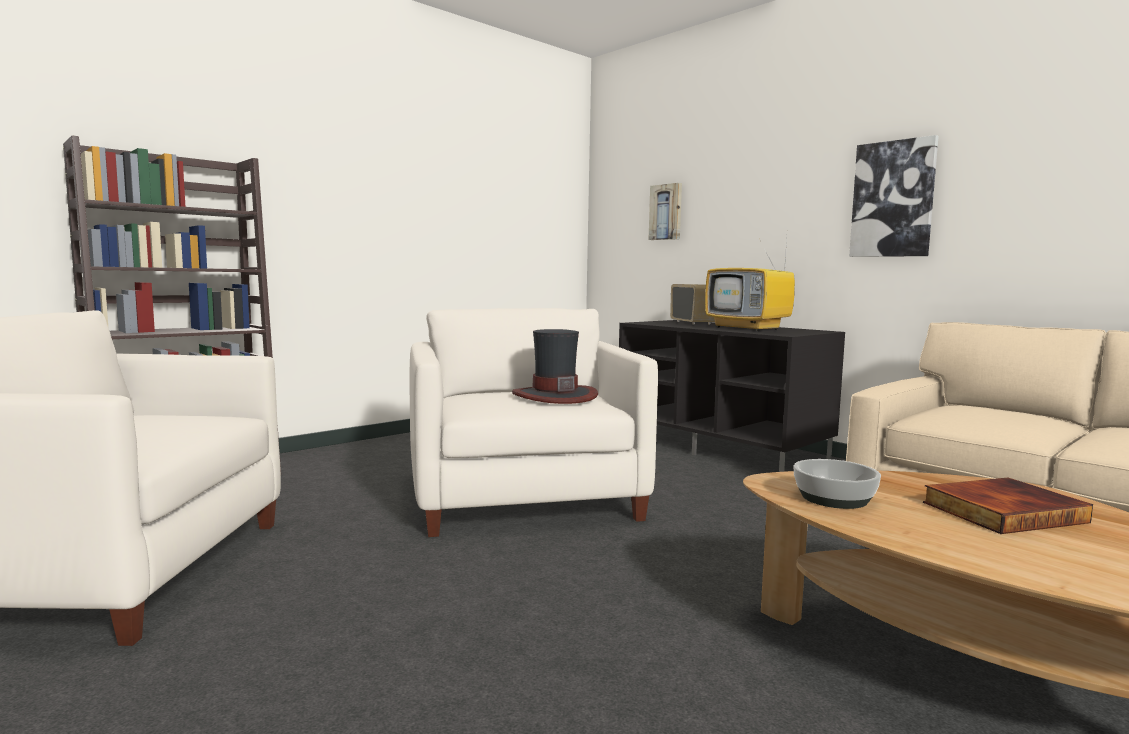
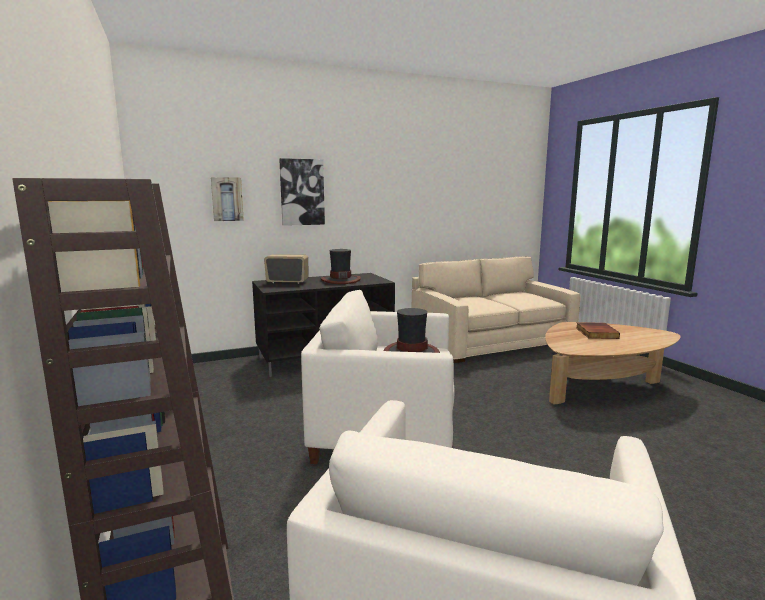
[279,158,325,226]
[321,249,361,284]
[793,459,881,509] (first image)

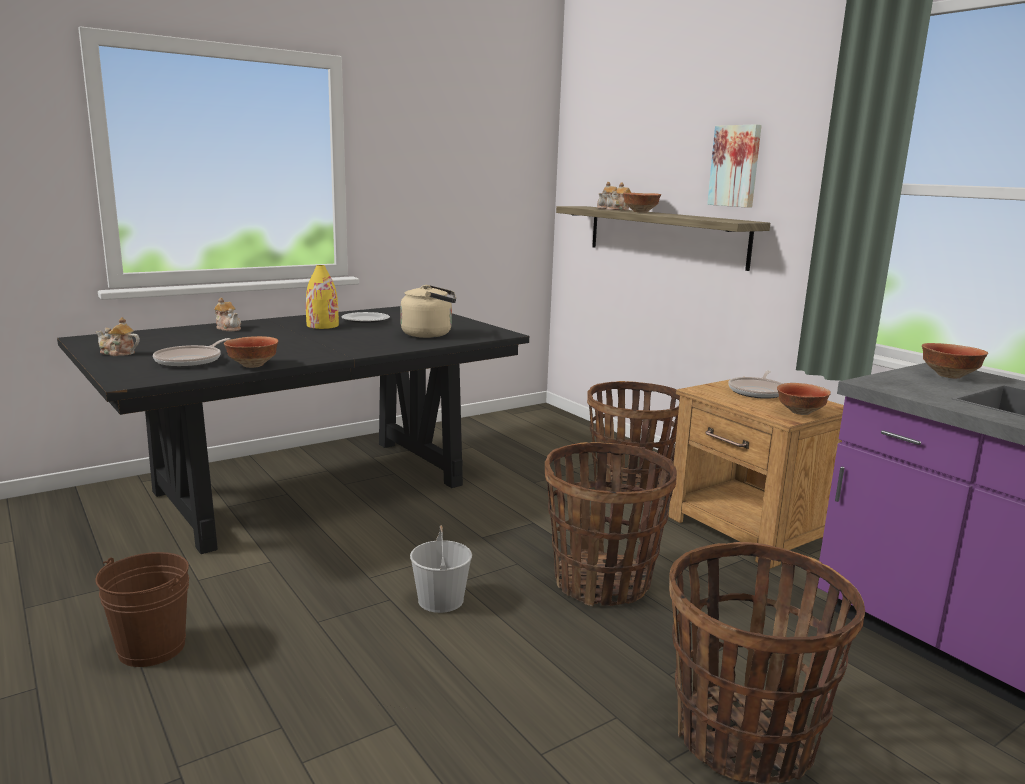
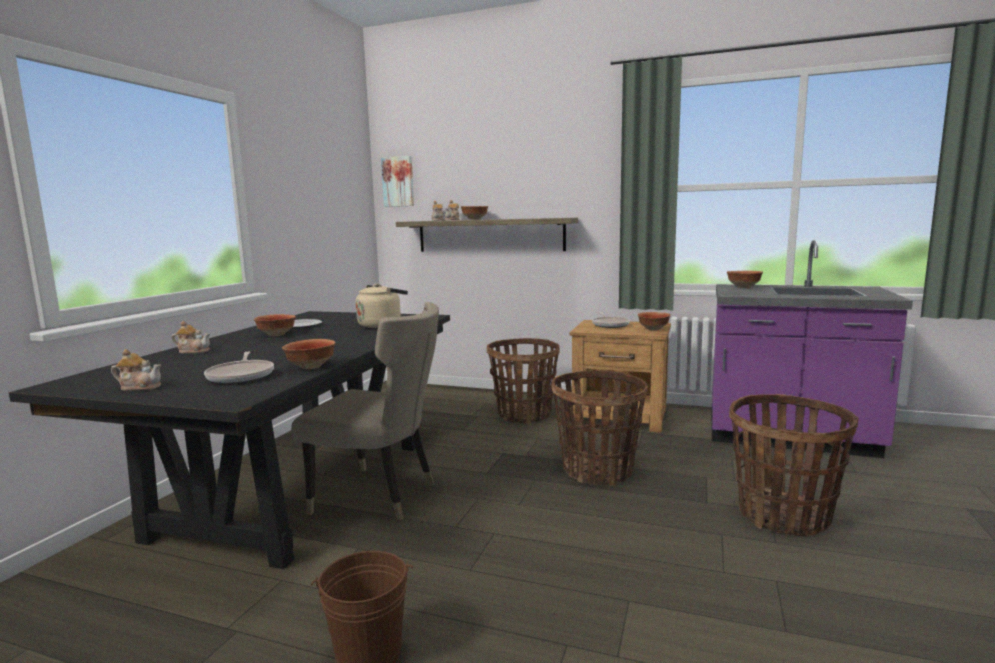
[111,349,161,391]
[254,314,296,336]
[291,302,439,520]
[381,156,414,207]
[410,525,472,613] (first image)

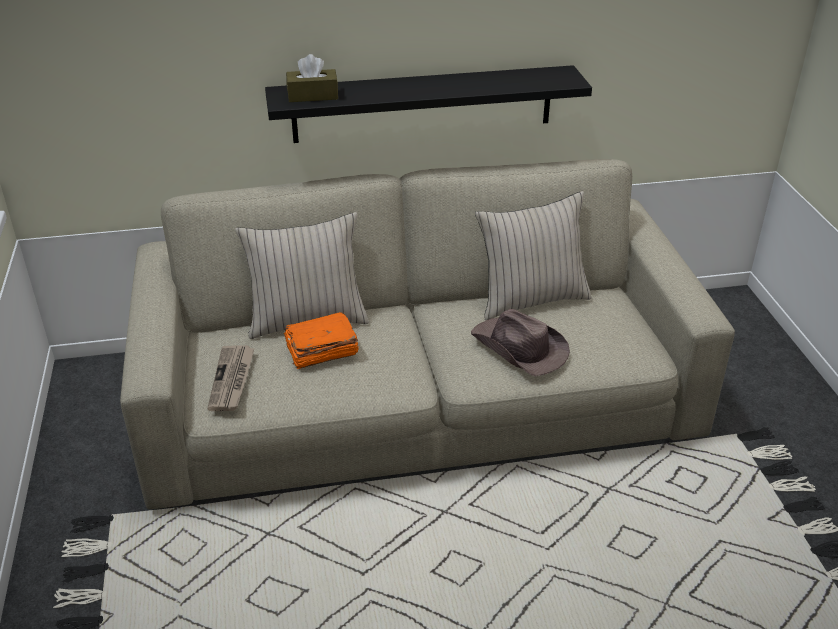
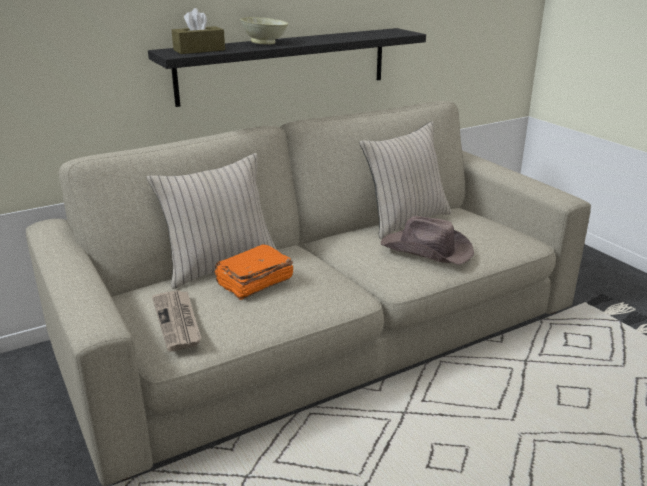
[240,17,288,45]

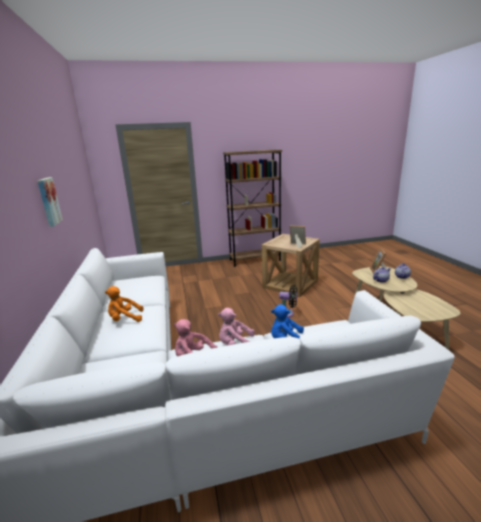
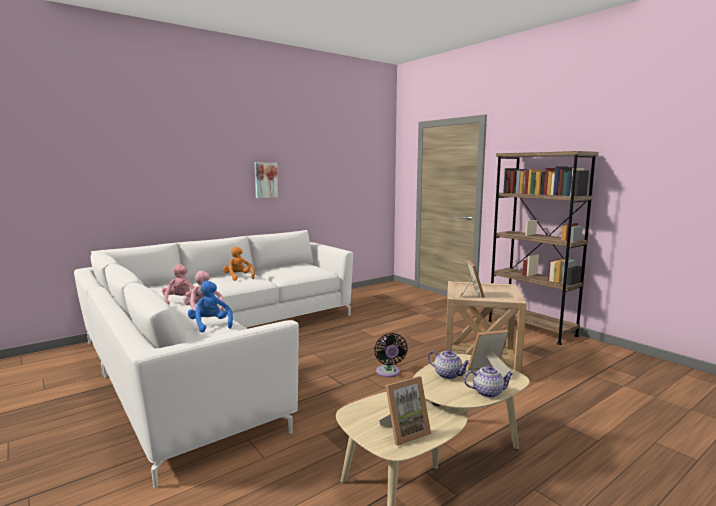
[379,376,431,446]

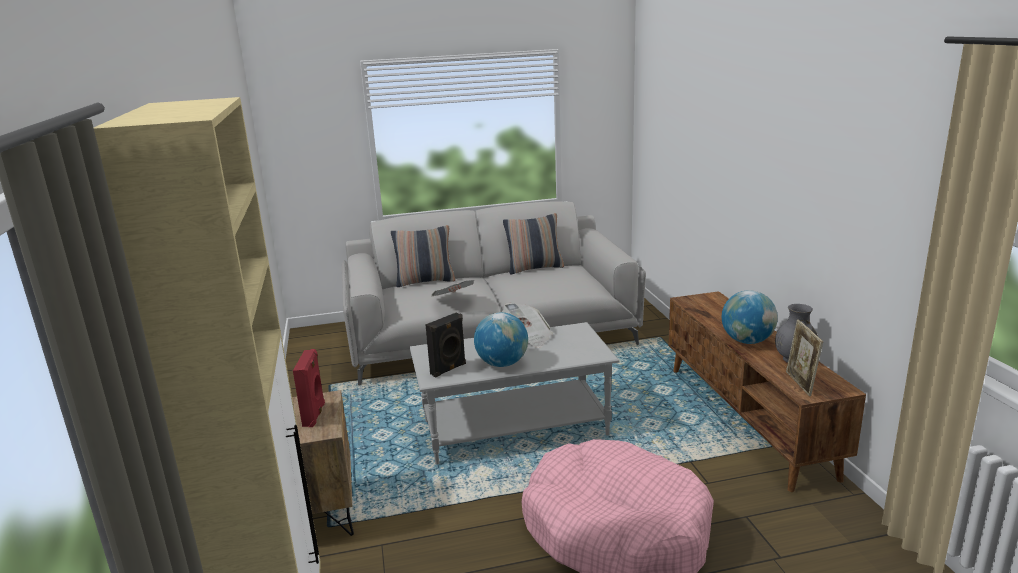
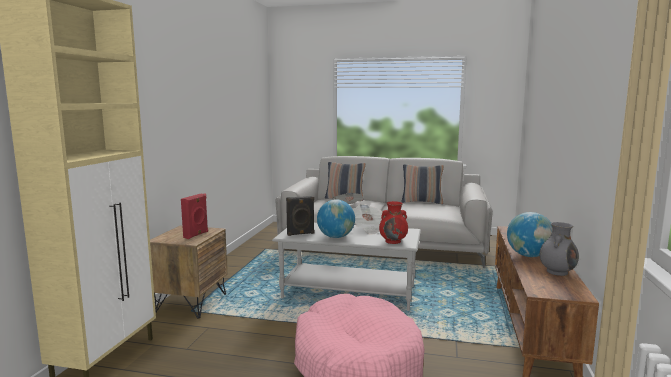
[379,201,408,244]
[786,319,823,396] (first image)

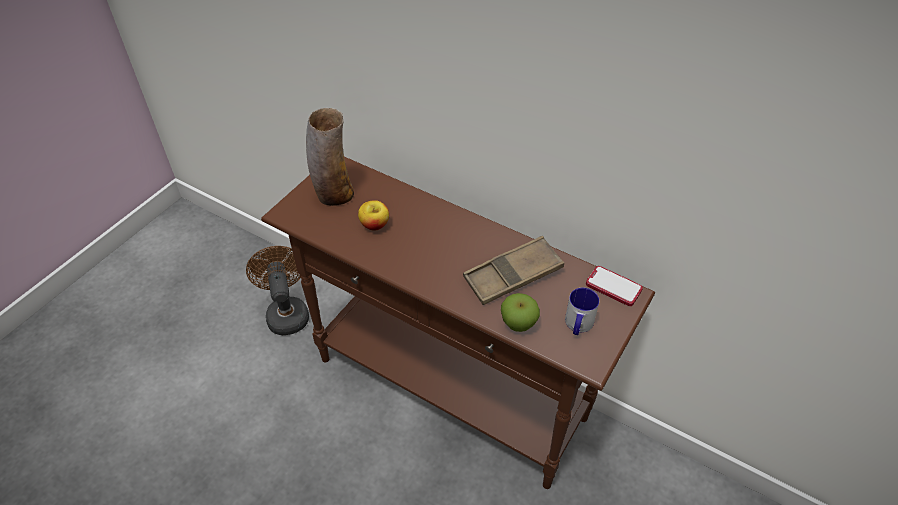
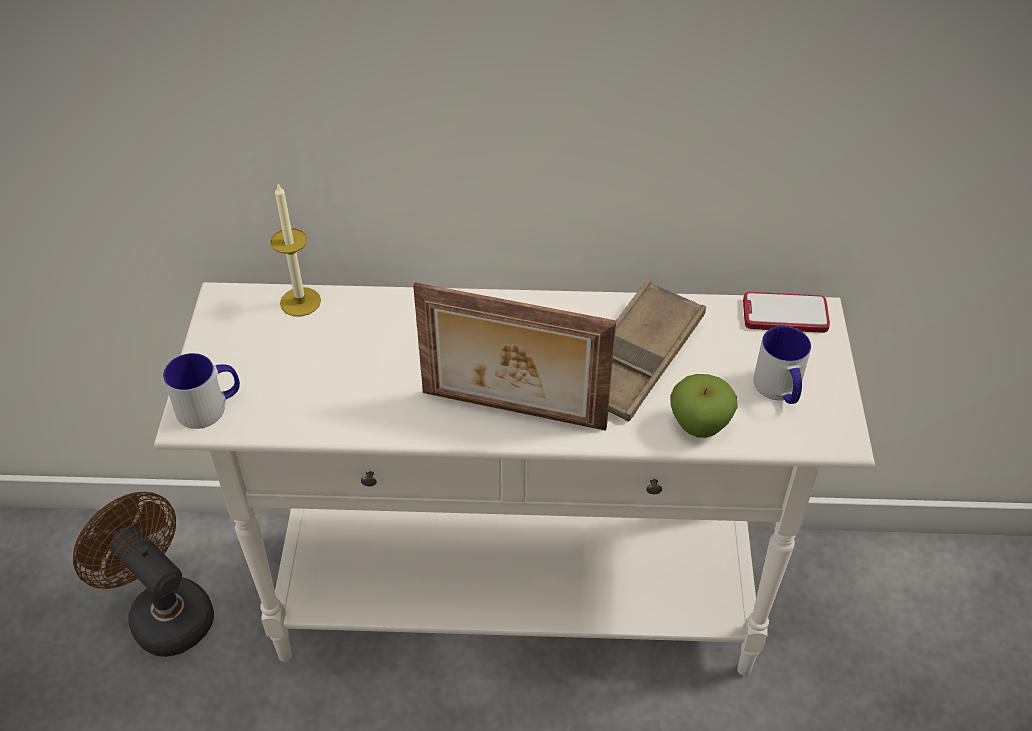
[154,282,875,676]
[163,353,240,429]
[271,184,321,317]
[413,282,616,431]
[306,108,354,206] (first image)
[358,200,389,231] (first image)

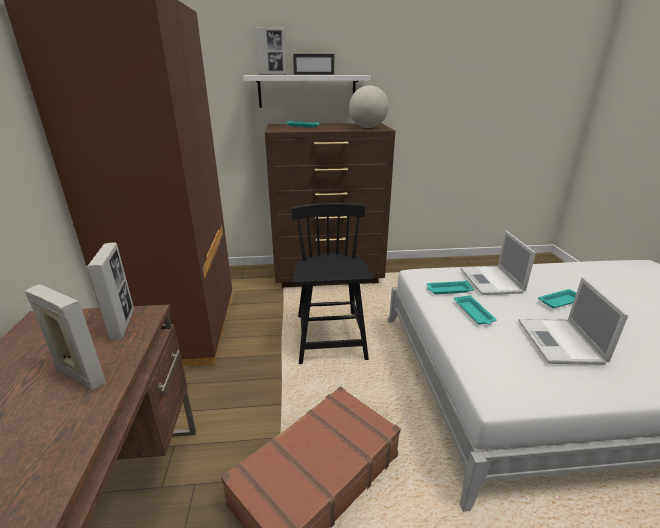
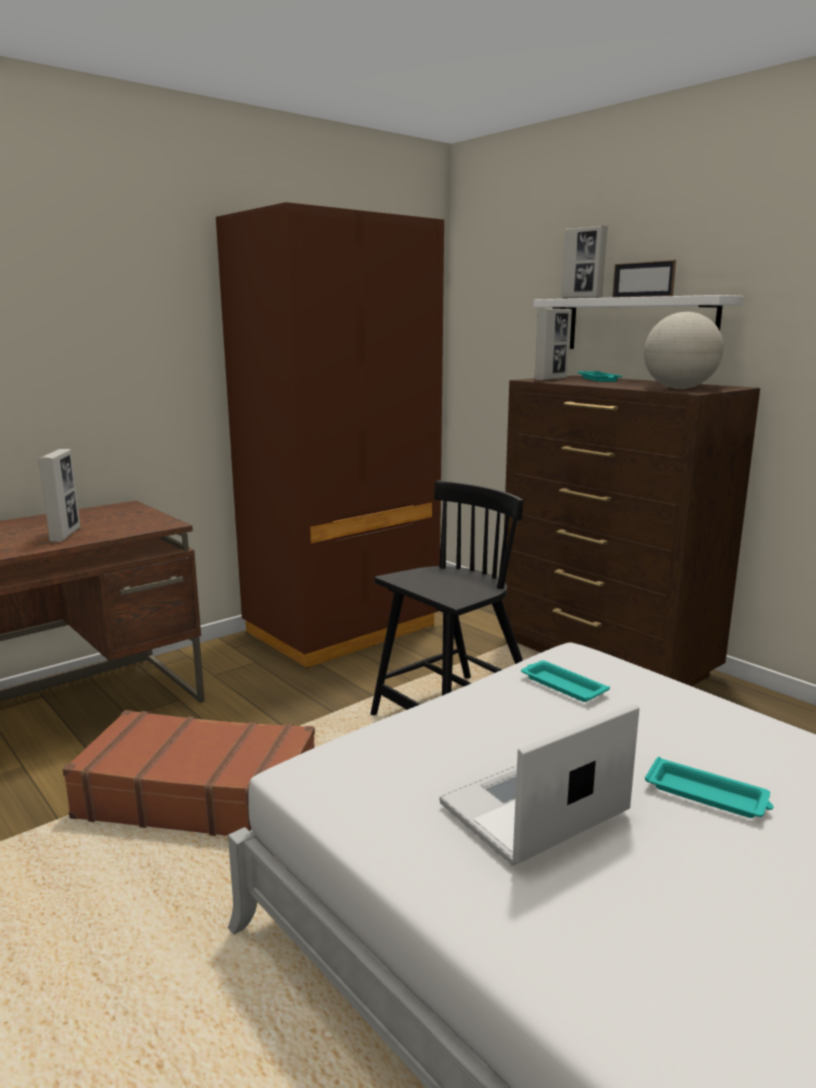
[534,308,571,381]
[454,295,497,325] (first image)
[460,231,536,295] (first image)

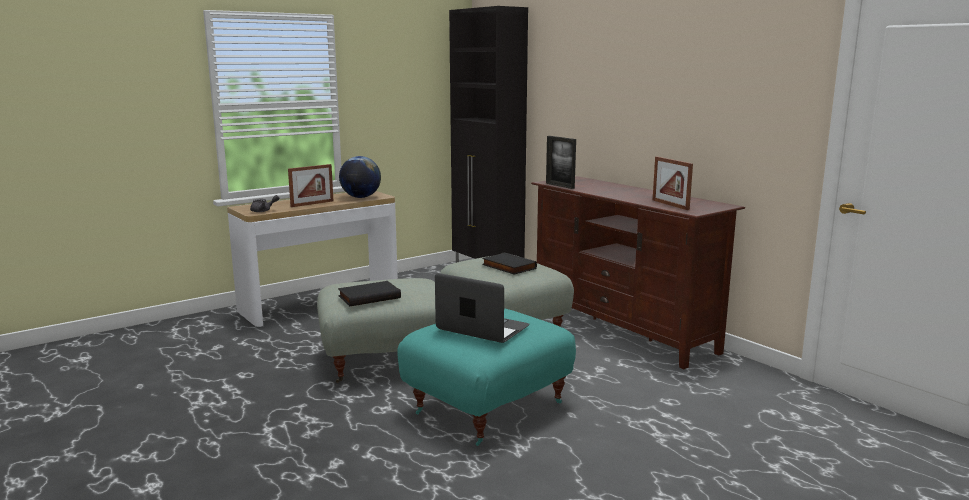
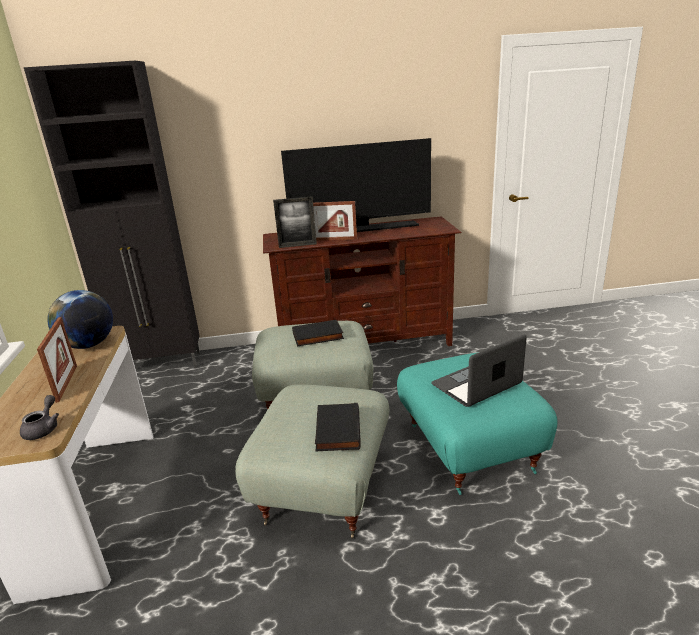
[281,138,431,232]
[313,201,357,241]

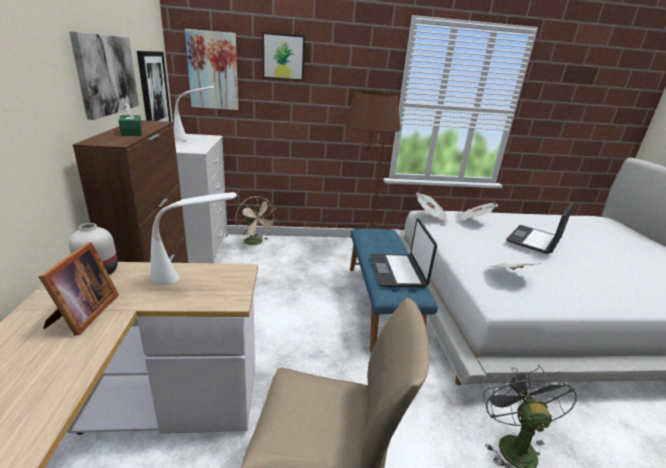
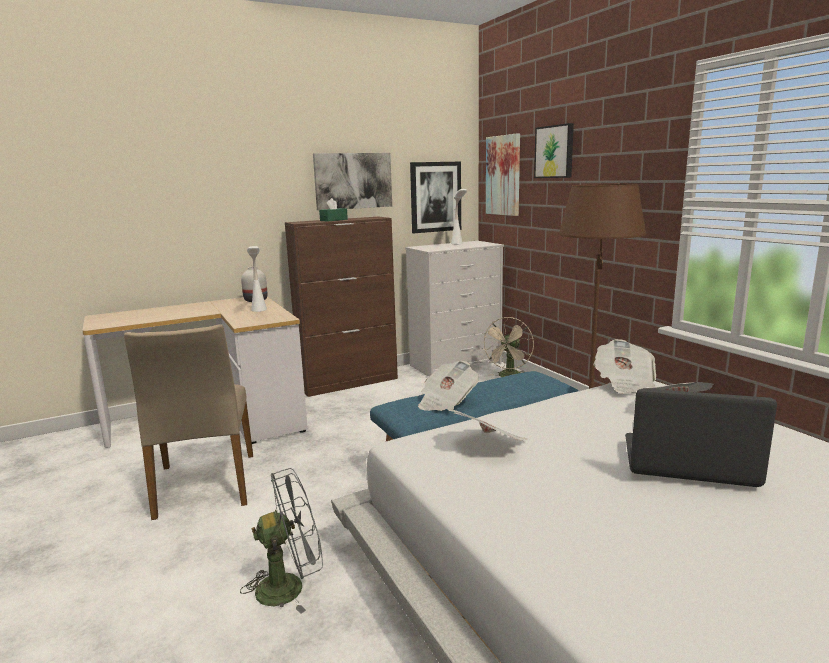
[418,361,479,411]
[39,242,119,336] (first image)

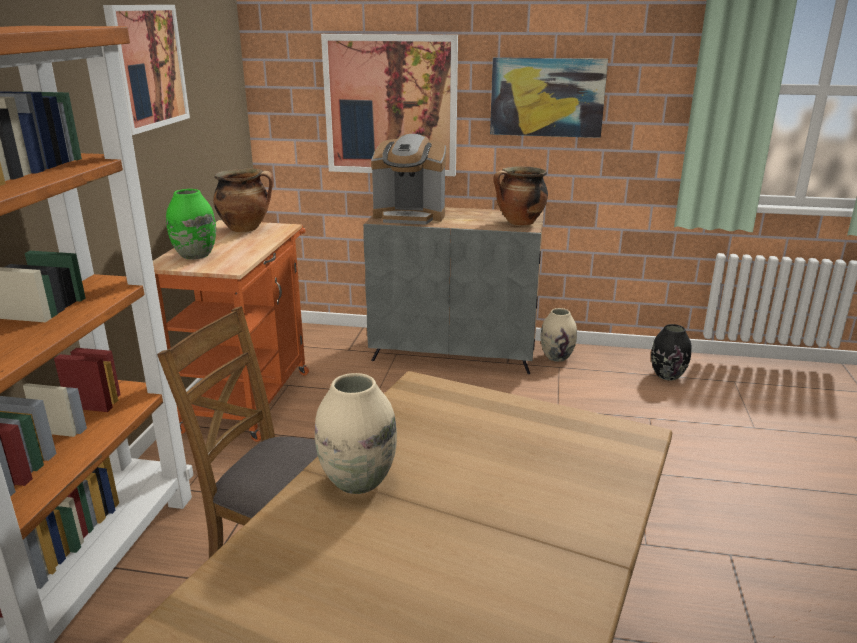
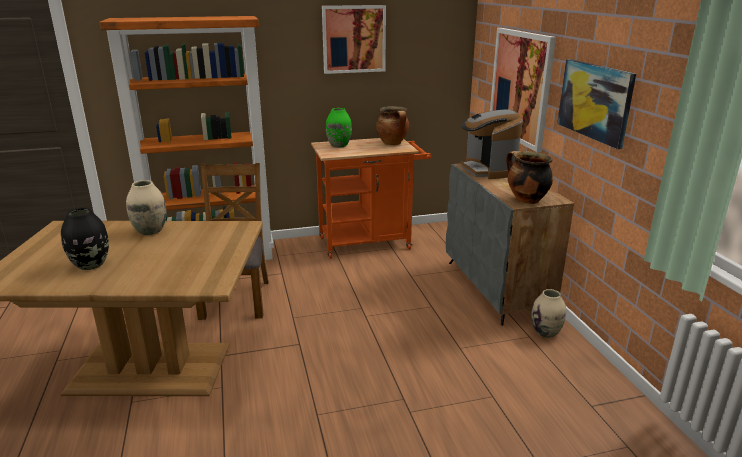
[61,208,109,270]

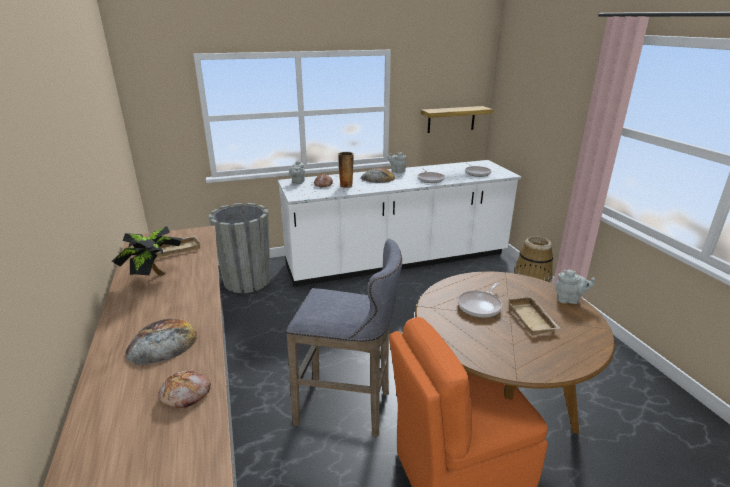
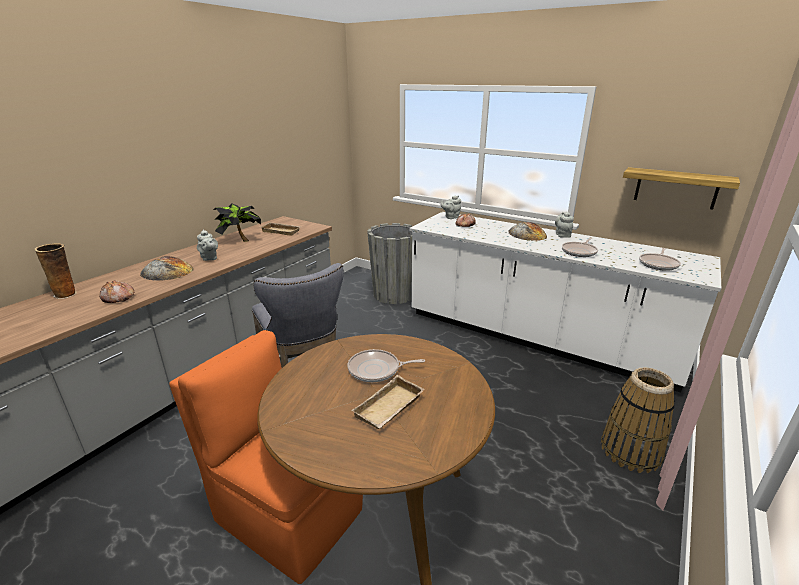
[34,243,77,299]
[197,230,218,261]

